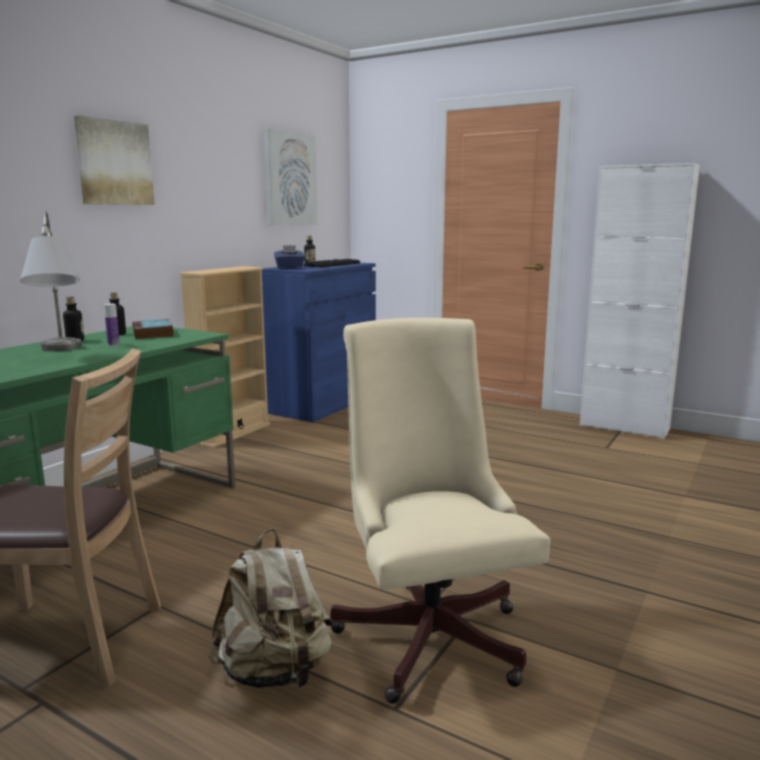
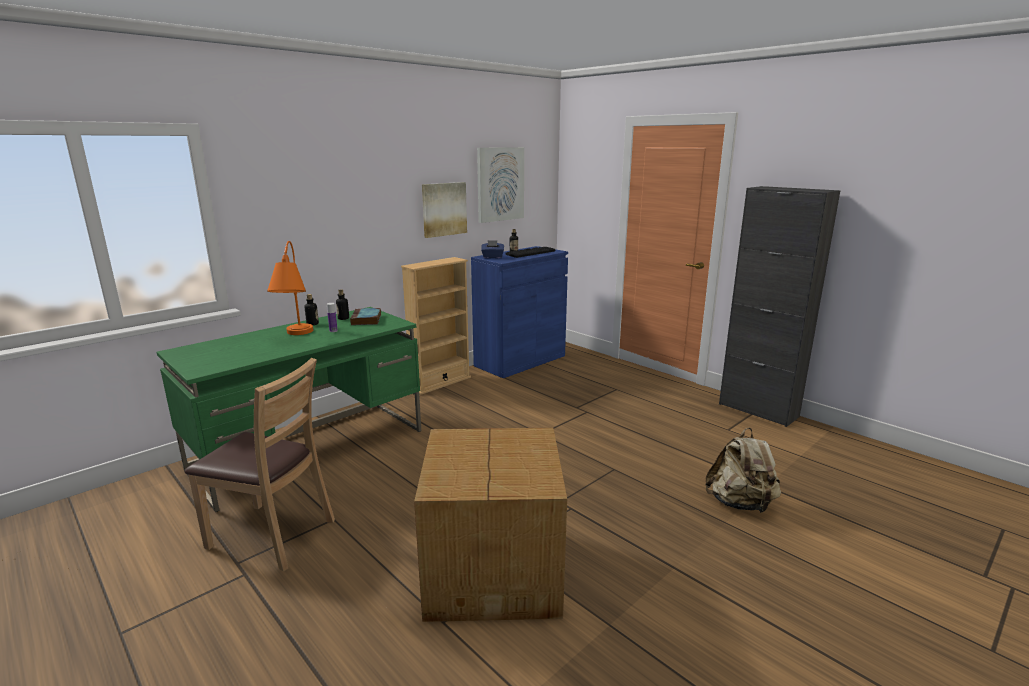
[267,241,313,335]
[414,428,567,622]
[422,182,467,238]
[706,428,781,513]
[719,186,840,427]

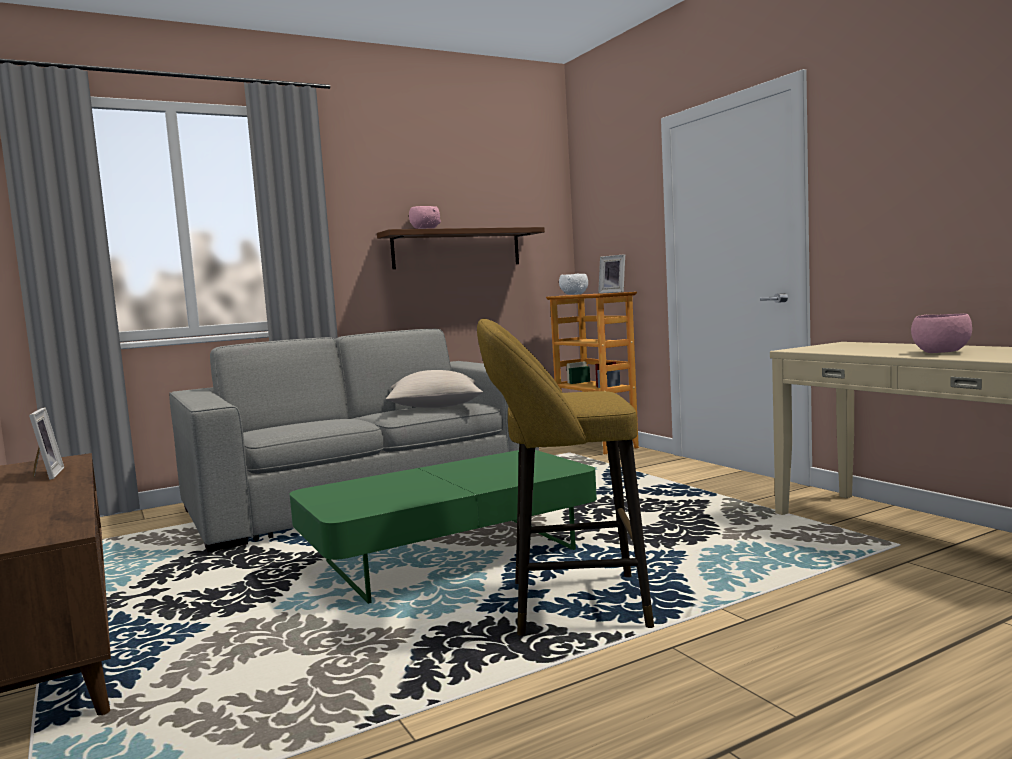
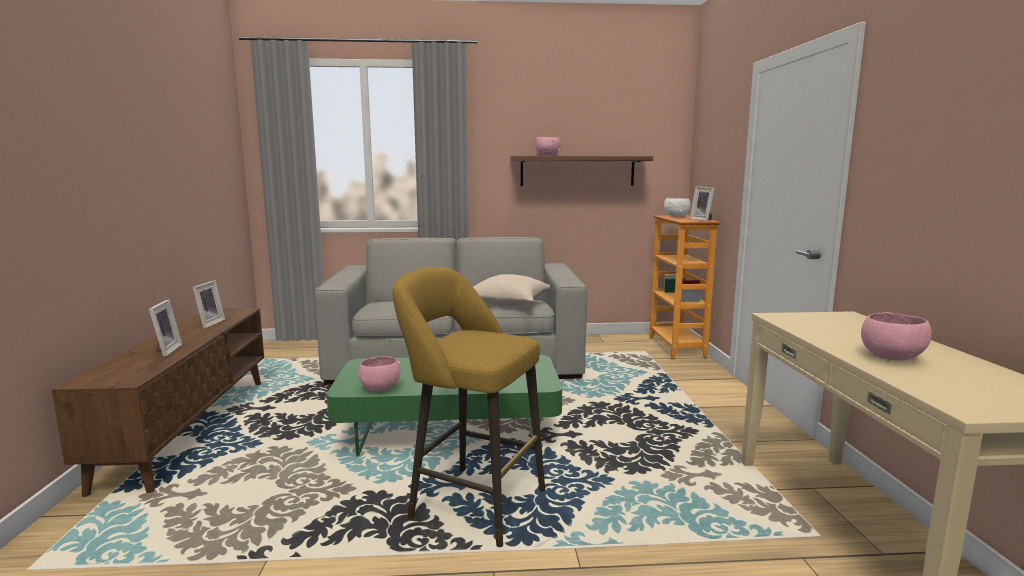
[149,299,182,357]
[358,356,401,391]

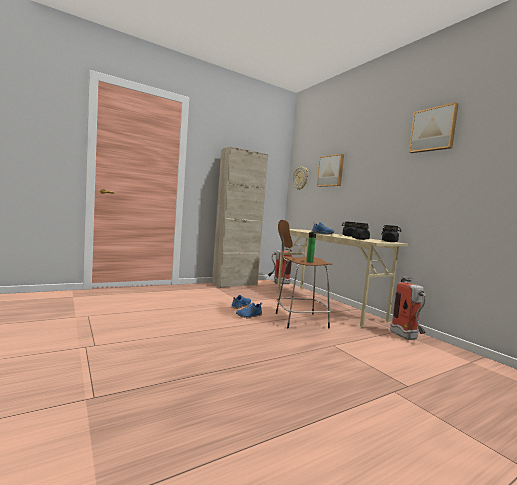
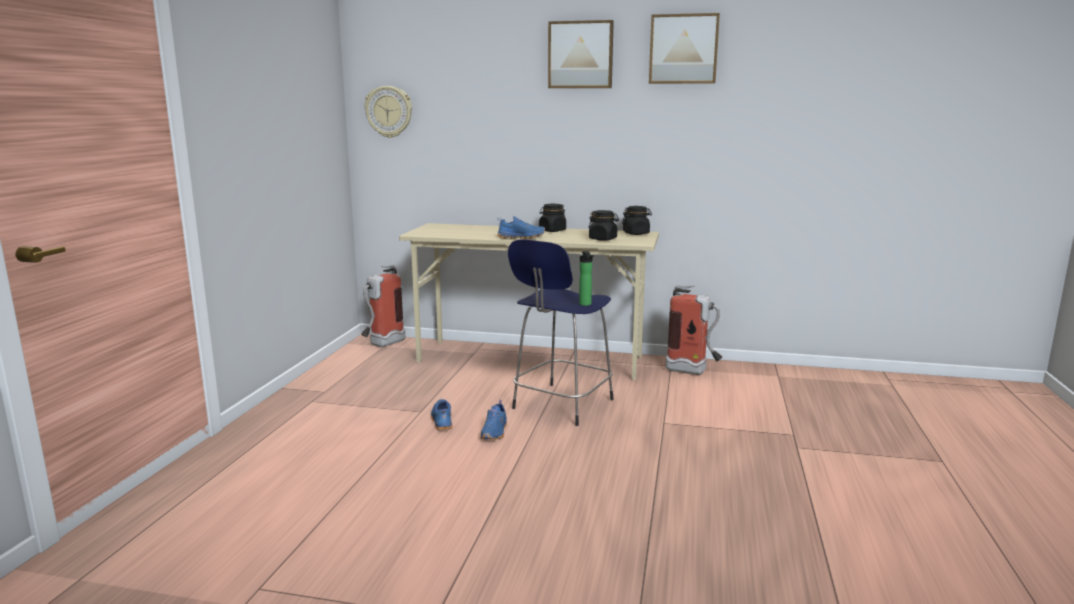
[508,239,614,426]
[548,20,614,88]
[212,146,268,288] (first image)

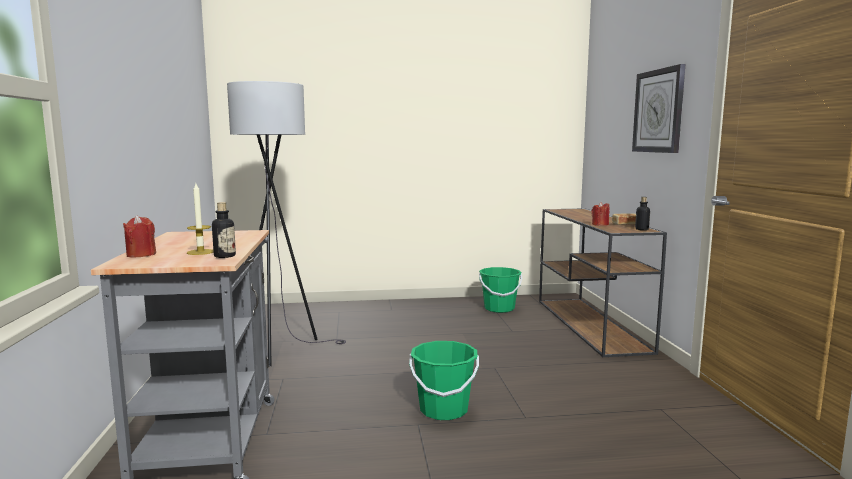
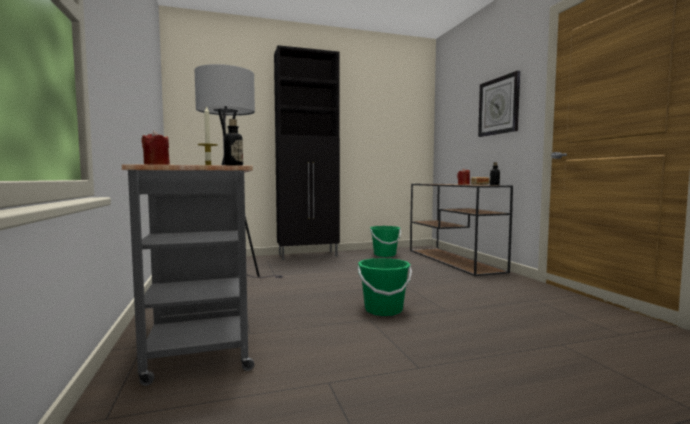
[274,45,340,260]

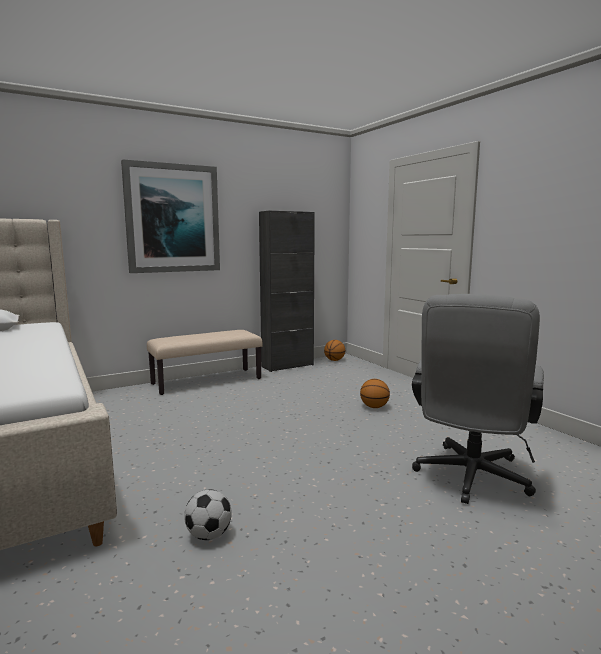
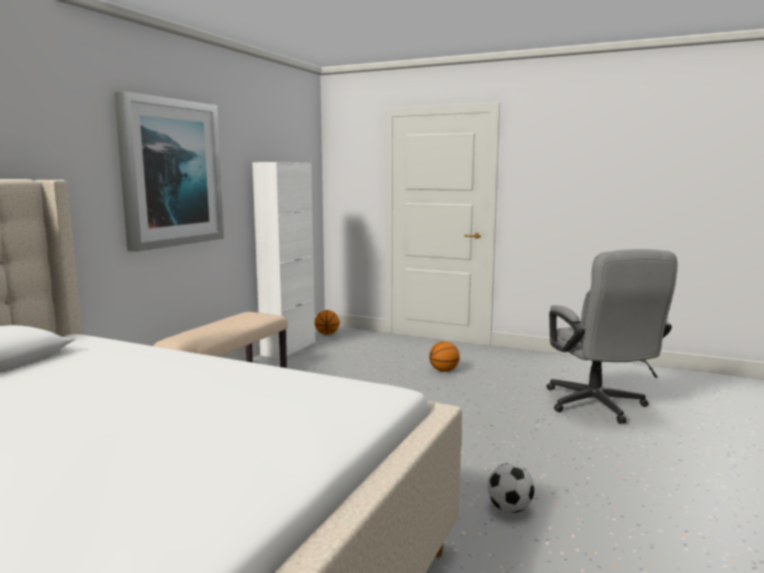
[252,162,315,359]

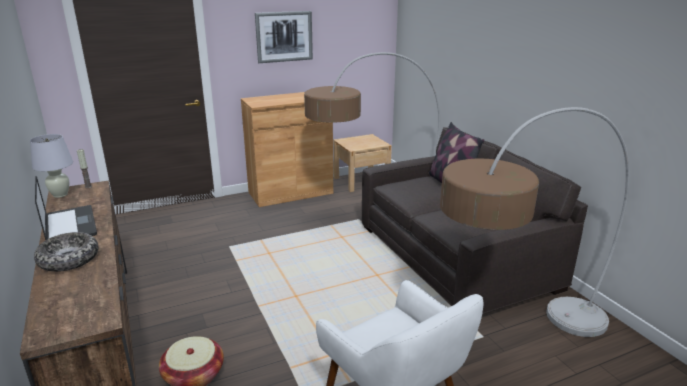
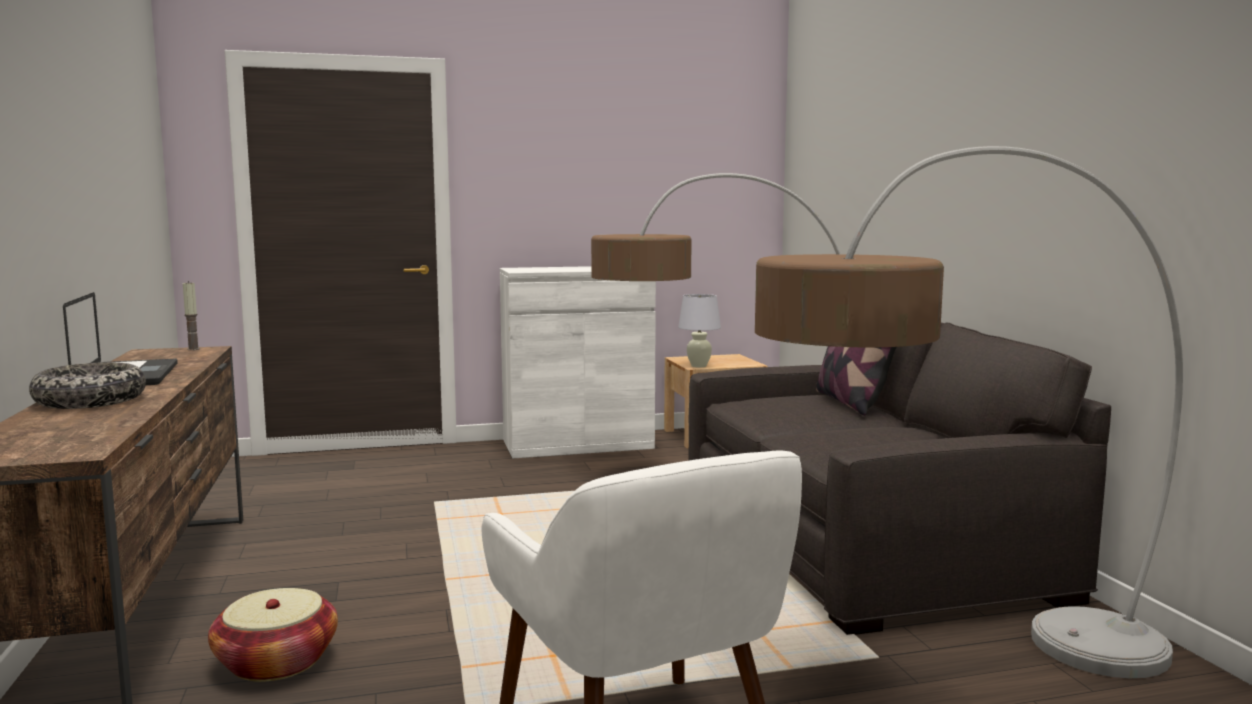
[500,266,656,458]
[678,294,721,367]
[255,11,313,63] (first image)

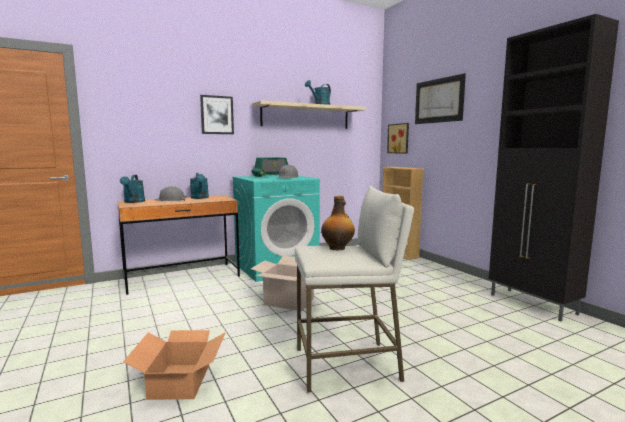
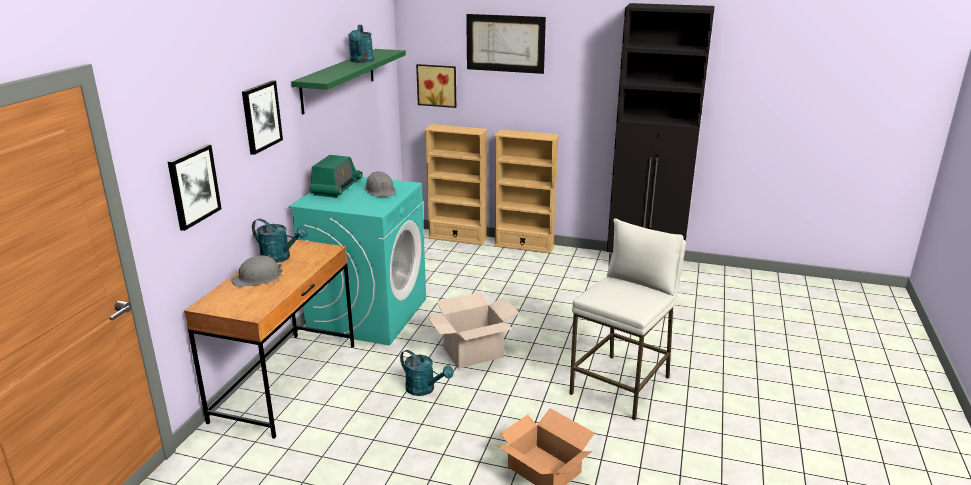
[168,144,222,231]
[291,49,406,114]
[400,350,454,396]
[494,130,559,253]
[321,196,355,250] (first image)

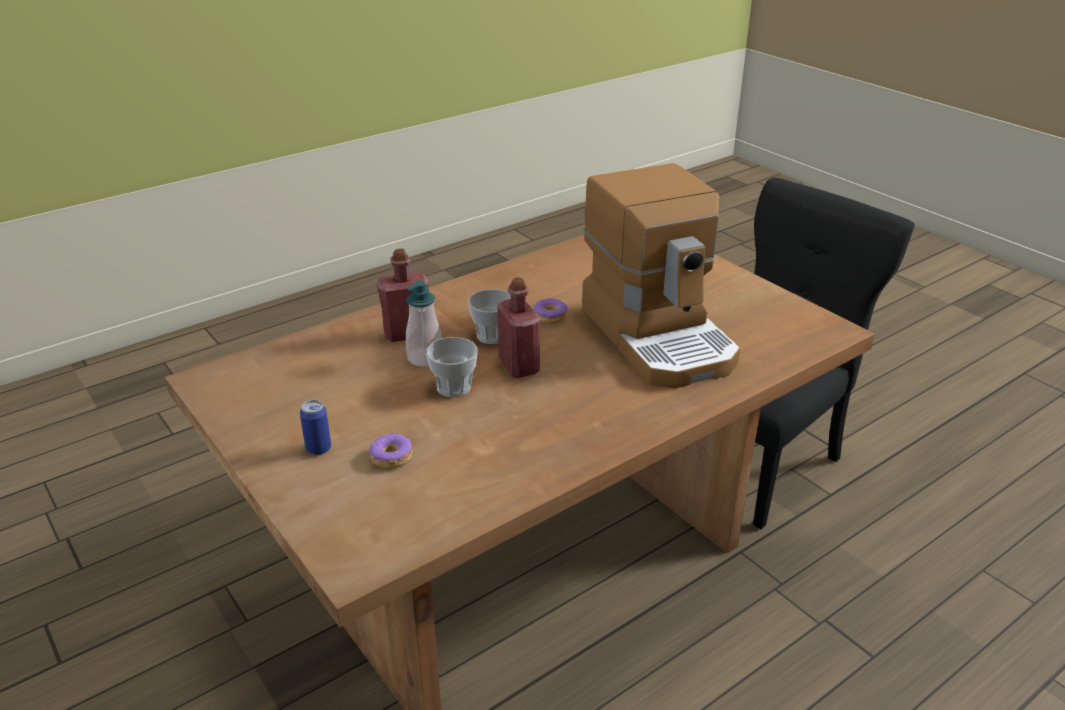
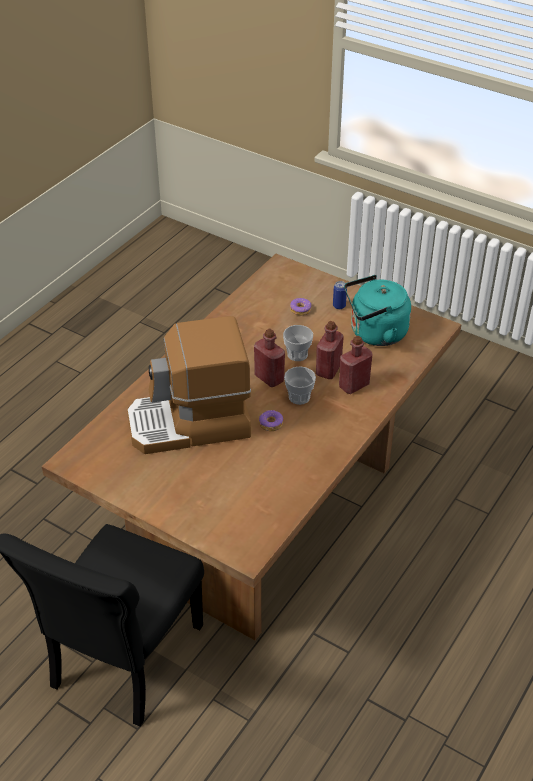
[127,316,251,454]
[316,321,344,379]
[344,275,411,346]

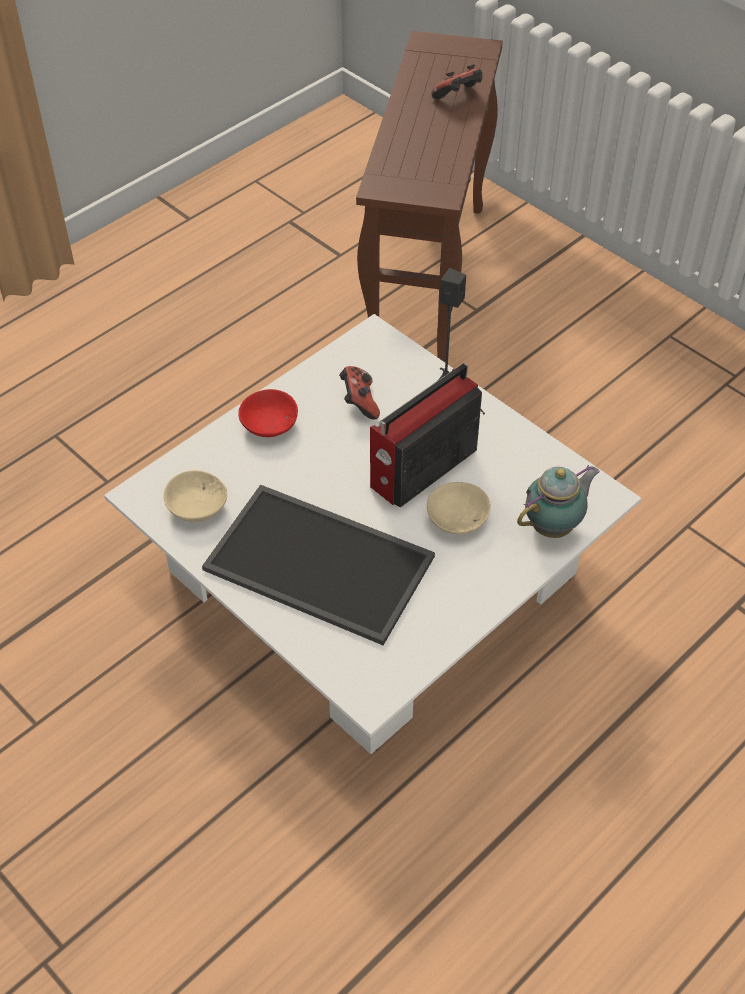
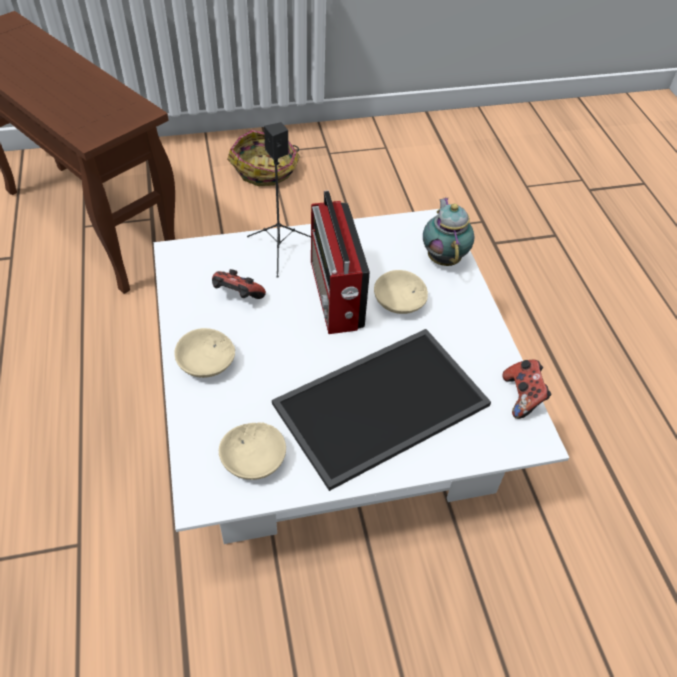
[174,328,235,378]
[227,130,300,186]
[502,360,551,419]

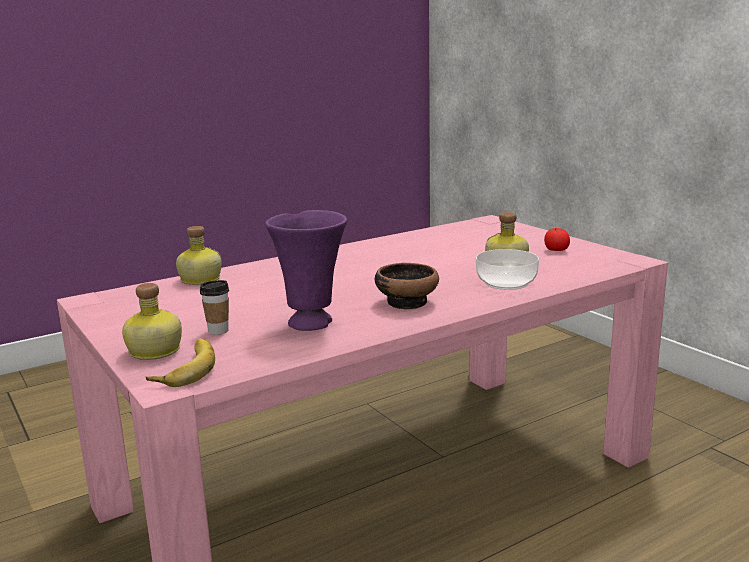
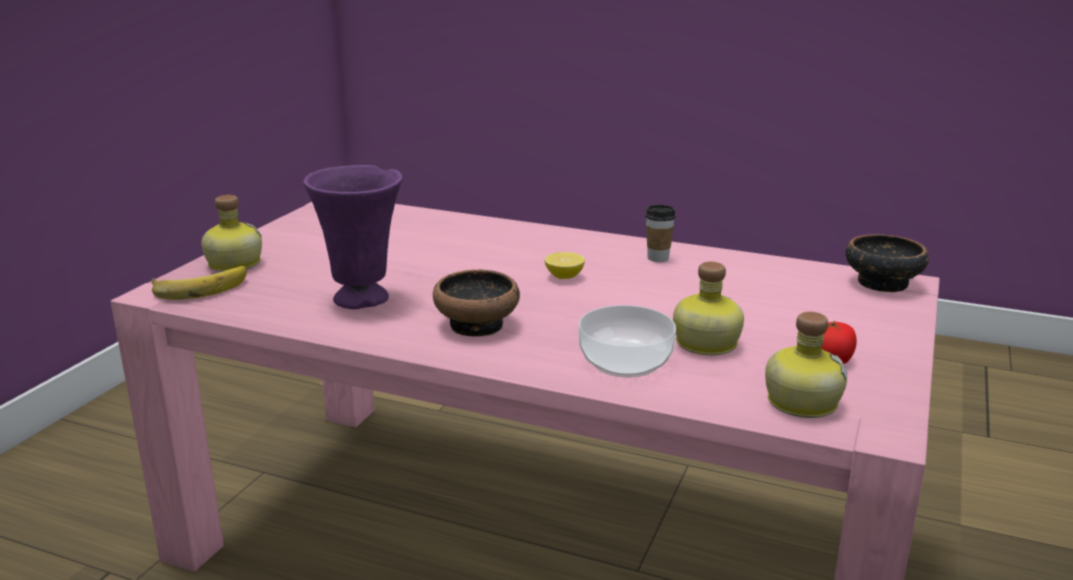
[545,252,585,279]
[645,205,676,262]
[765,312,847,418]
[845,234,929,293]

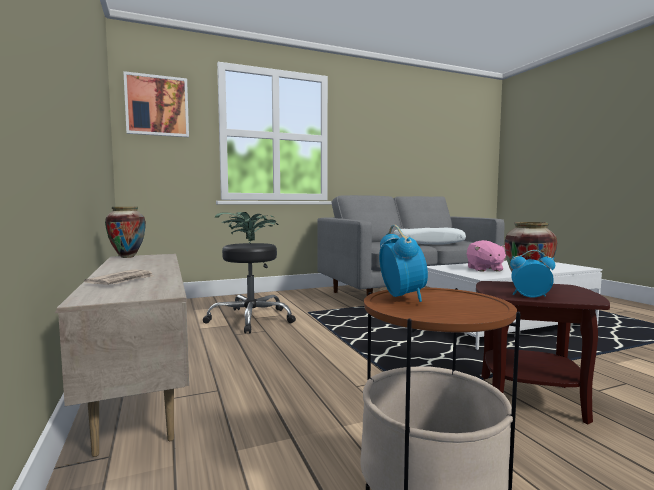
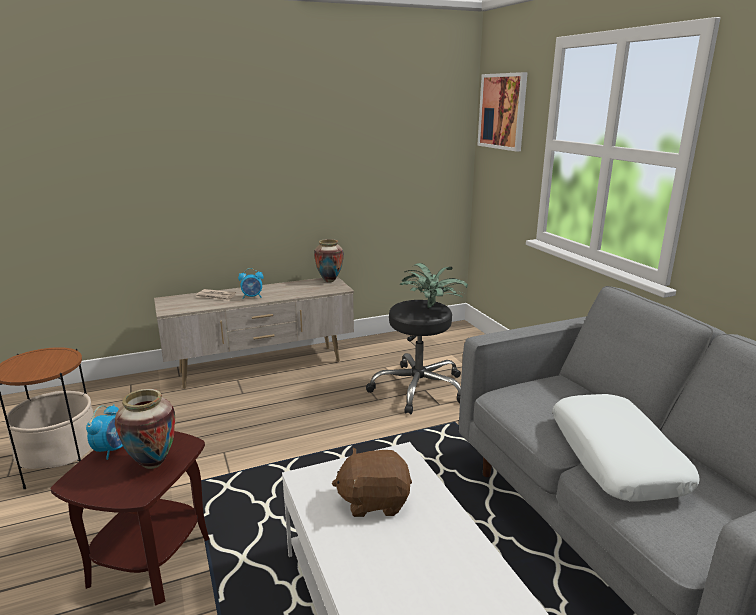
[238,268,264,299]
[332,448,412,517]

